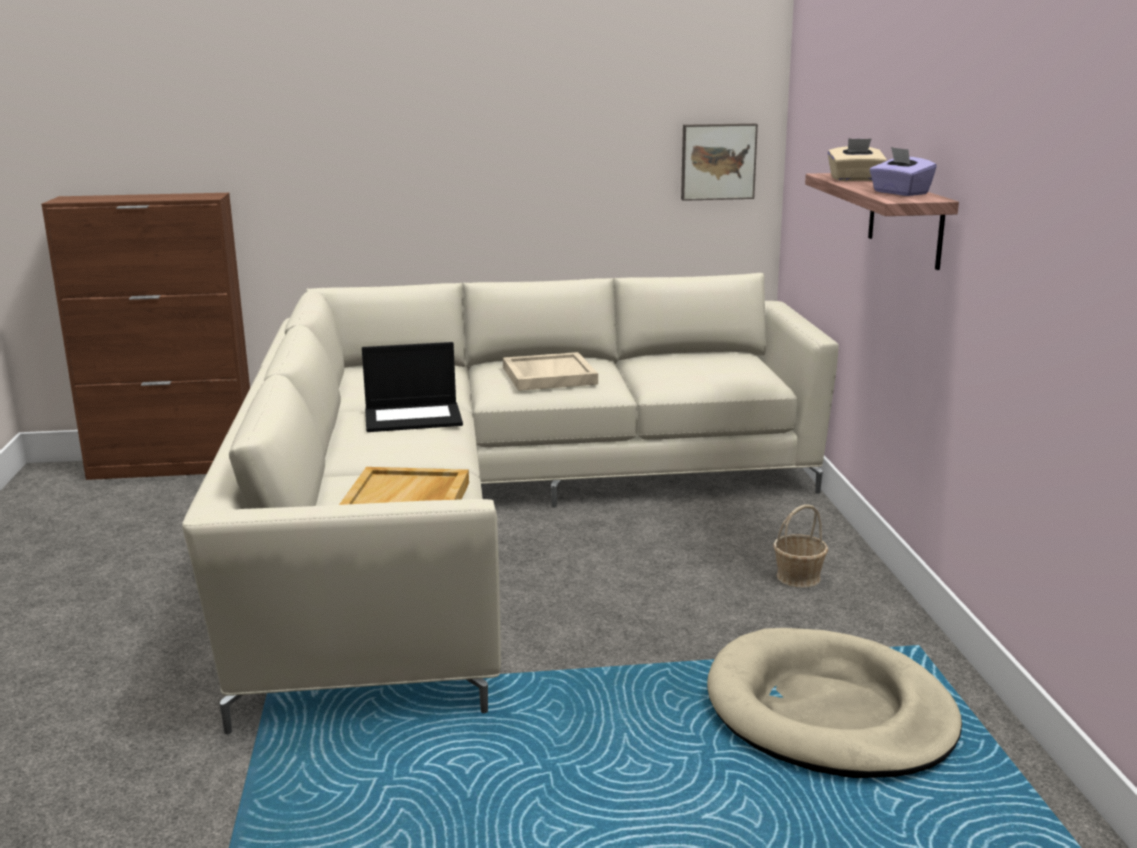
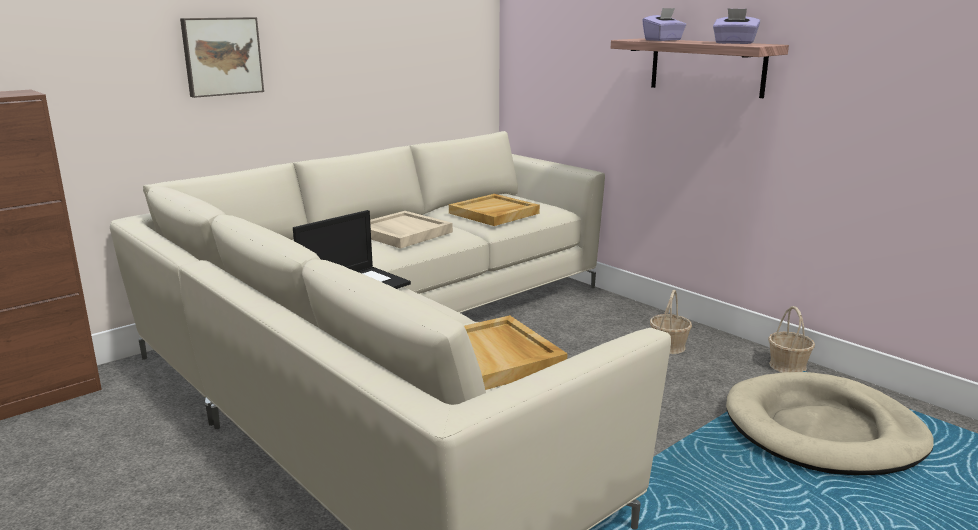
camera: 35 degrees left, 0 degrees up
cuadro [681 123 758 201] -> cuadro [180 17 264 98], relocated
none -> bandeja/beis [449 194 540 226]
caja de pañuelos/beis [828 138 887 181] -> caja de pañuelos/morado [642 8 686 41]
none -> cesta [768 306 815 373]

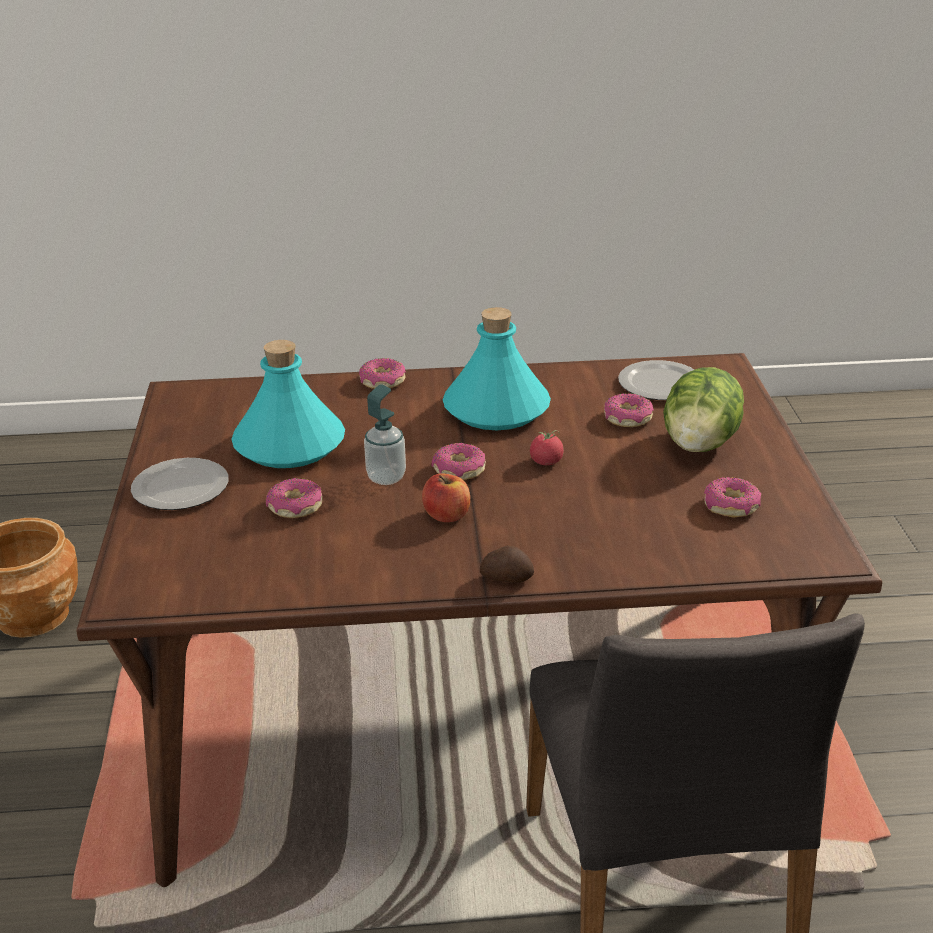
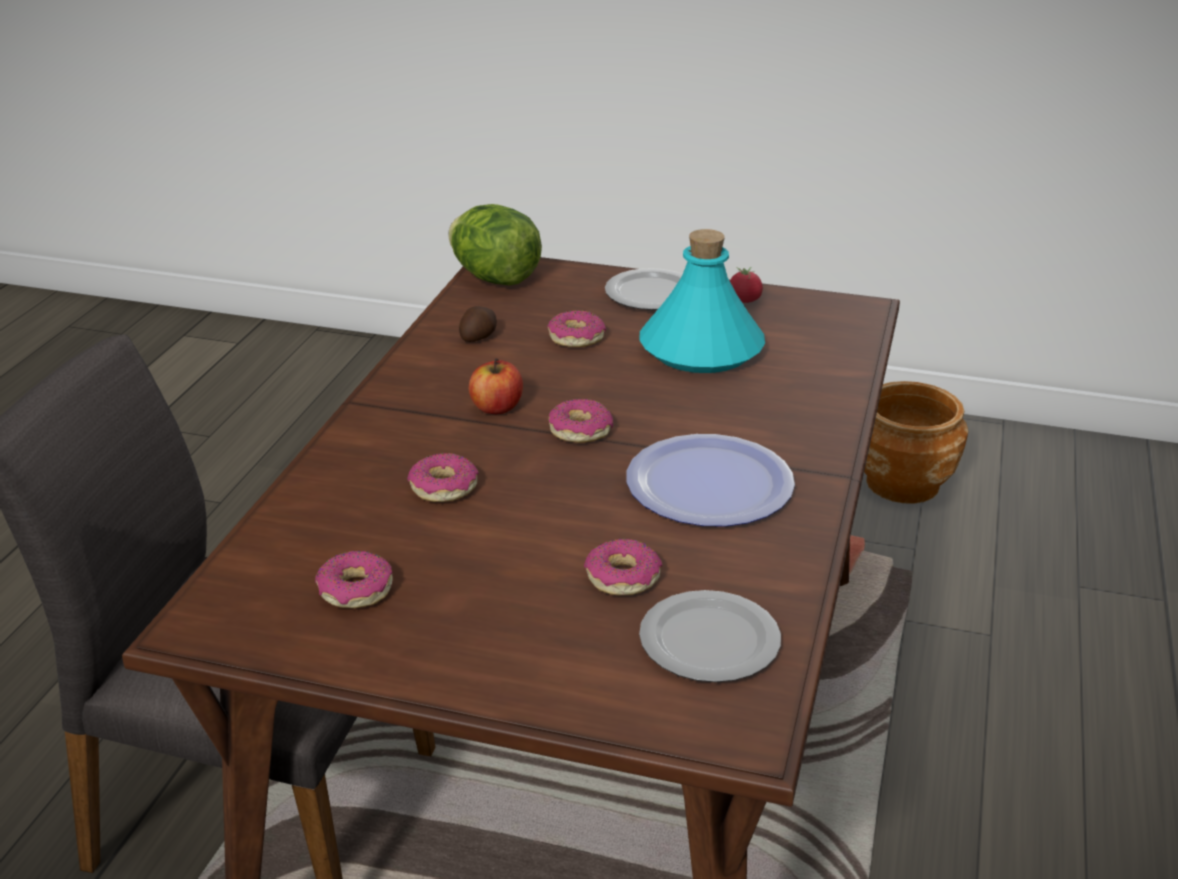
camera: 110 degrees right, 0 degrees up
rosquilla [359 358 406 389] -> rosquilla [407 453 479 502], relocated
lechuga [663 367 744 452] -> lechuga [448 204 542 286], relocated
patata [480 546 534 583] -> patata [459 306 497 342], relocated
botella/turquesa [443 307 551 430] -> plato [626 434 795 527]
tomate [530 430 564 465] -> tomate [730 267 763 303], relocated
dispensador de jabón [364 384 406 485] -> none

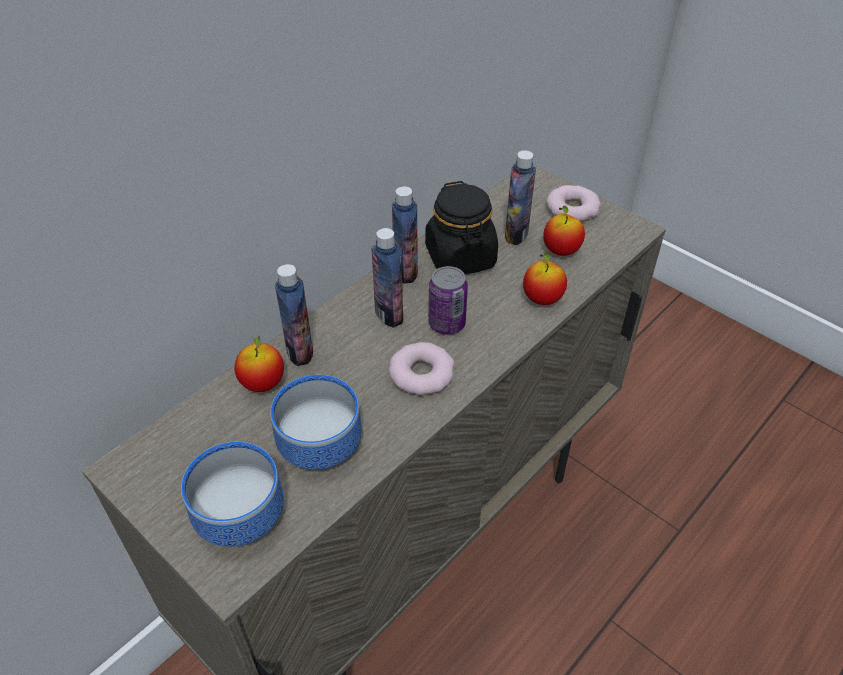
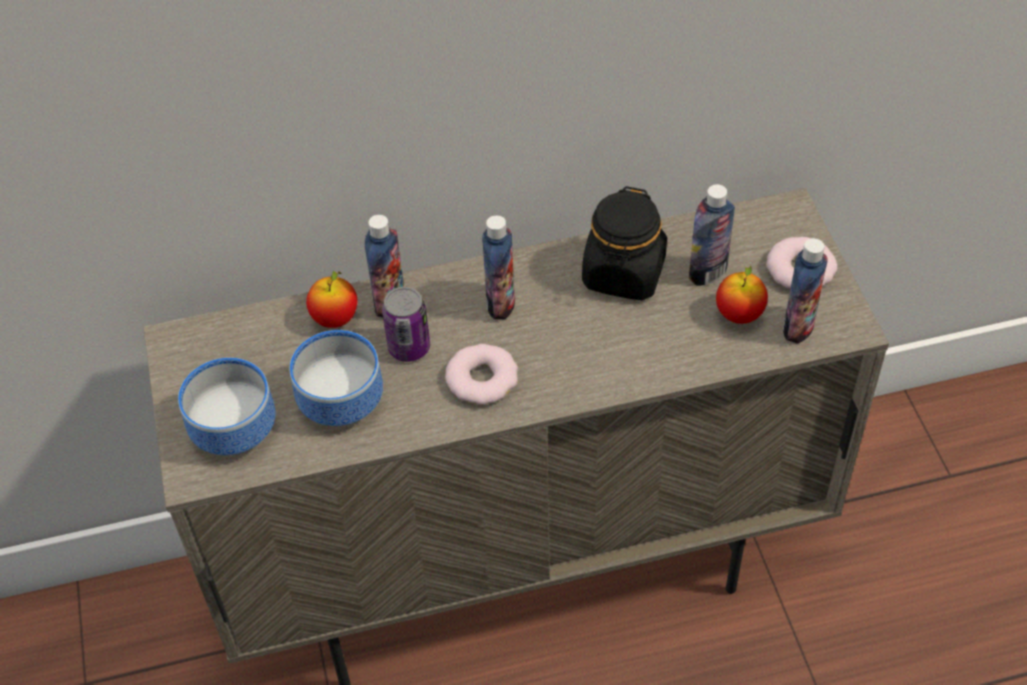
camera: 35 degrees right, 5 degrees up
lata [429 266 468 335] -> lata [382 287 430 362], relocated
botella [392 186 418 284] -> botella [783 238 827 344], relocated
manzana [523 252 567 305] -> none

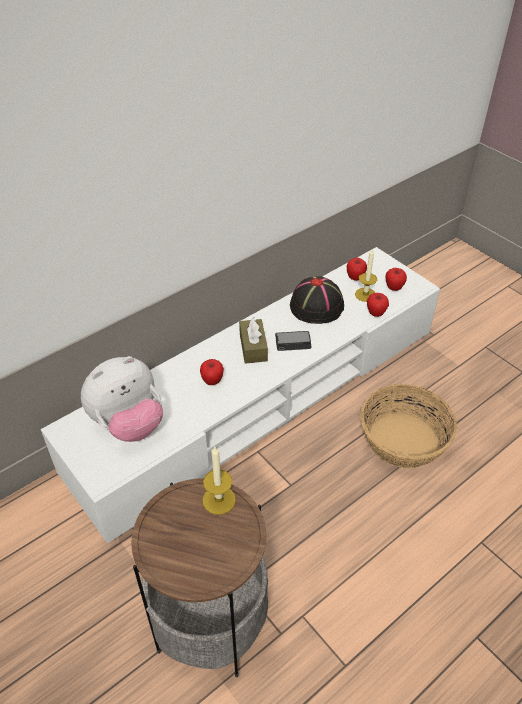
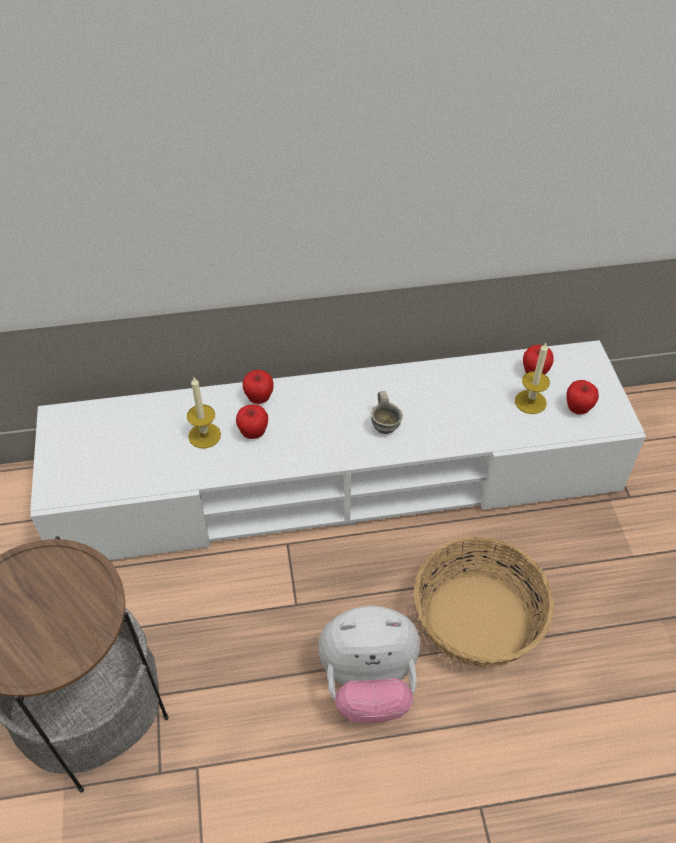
camera: 30 degrees right, 5 degrees up
vela [203 447 236 515] -> vela [187 377 221 448], relocated
manzana [367 293 389 317] -> manzana [242 370 274 404], relocated
peluche [81 356 163 442] -> peluche [318 606 420 723], relocated
móvil [275 331 312 351] -> taza grande/gris [371 391 403 434]
caja de pañuelos/marrón [239 318 268 364] -> none
sombrero/negro [290 276 344 324] -> none

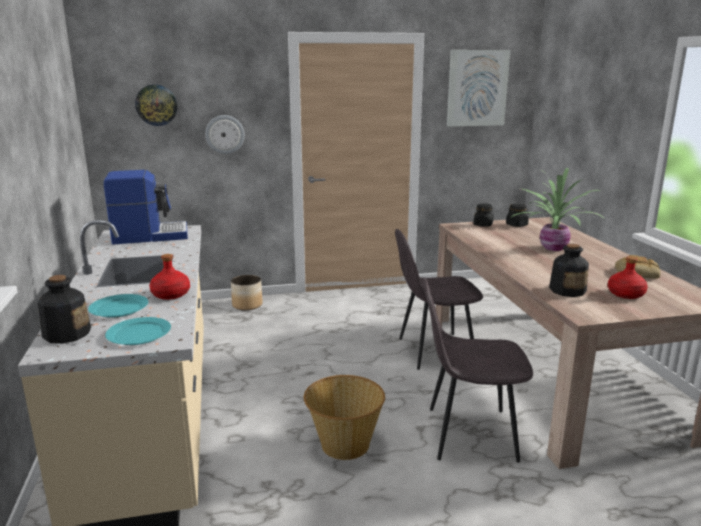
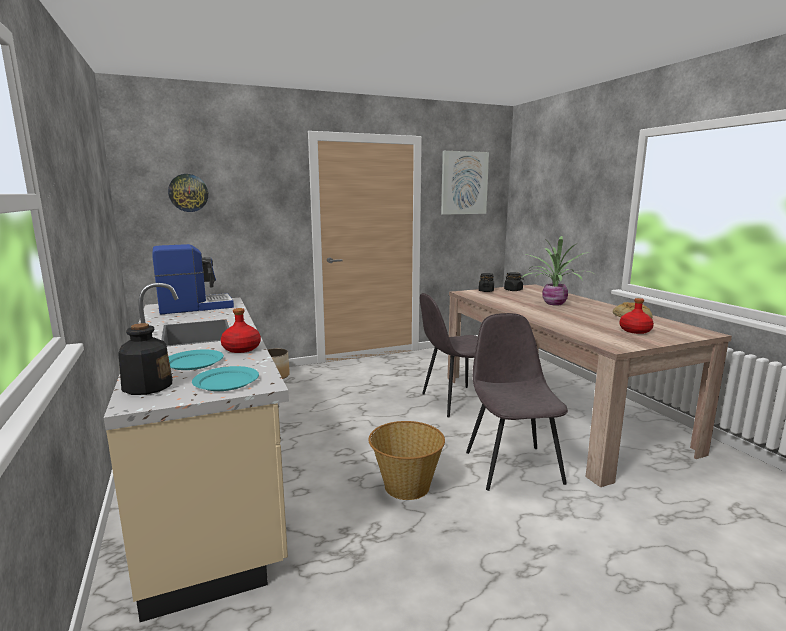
camera: 10 degrees left, 5 degrees down
silla/gris [423 277 533 463] -> silla/gris [466 313 568 491], 90 degrees clockwise
reloj de pared [205 115 245 154] -> none
botella [549 243 589 297] -> none

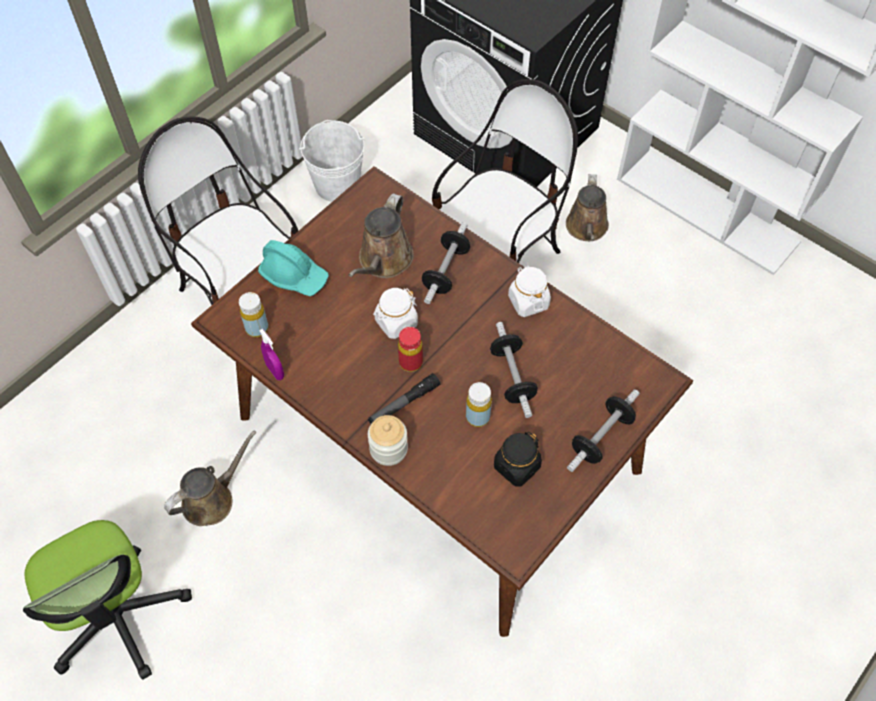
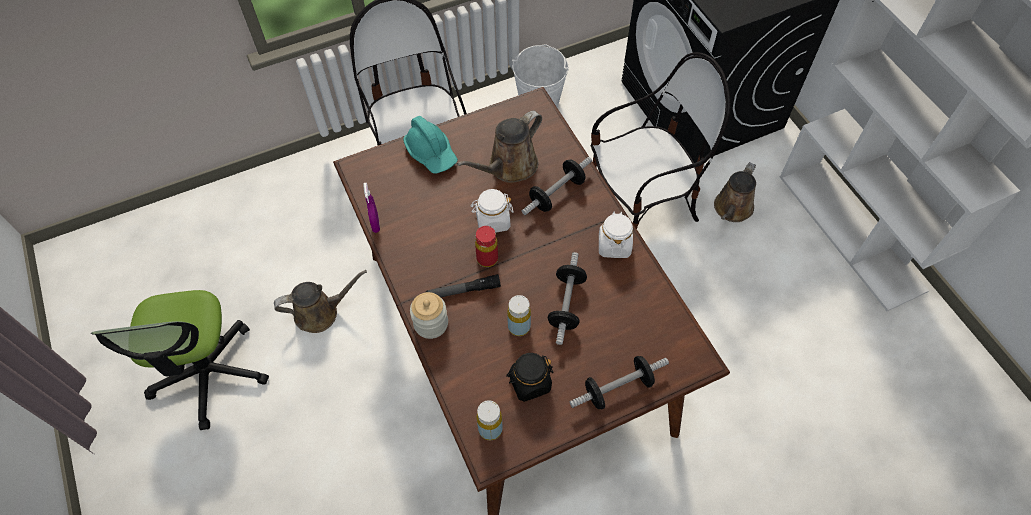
camera: 25 degrees right, 0 degrees up
botella/amarillo [239 292 268 337] -> botella/amarillo [477 400 503 440], relocated

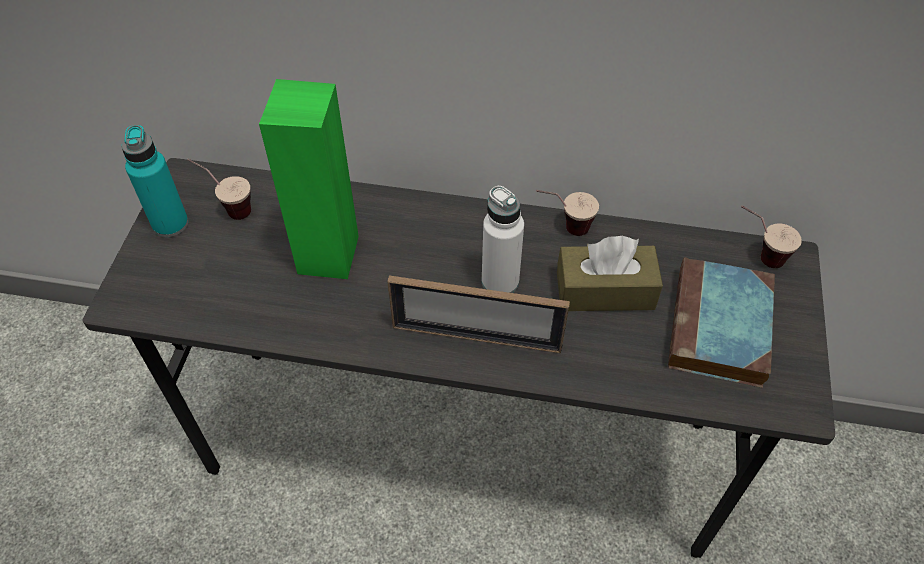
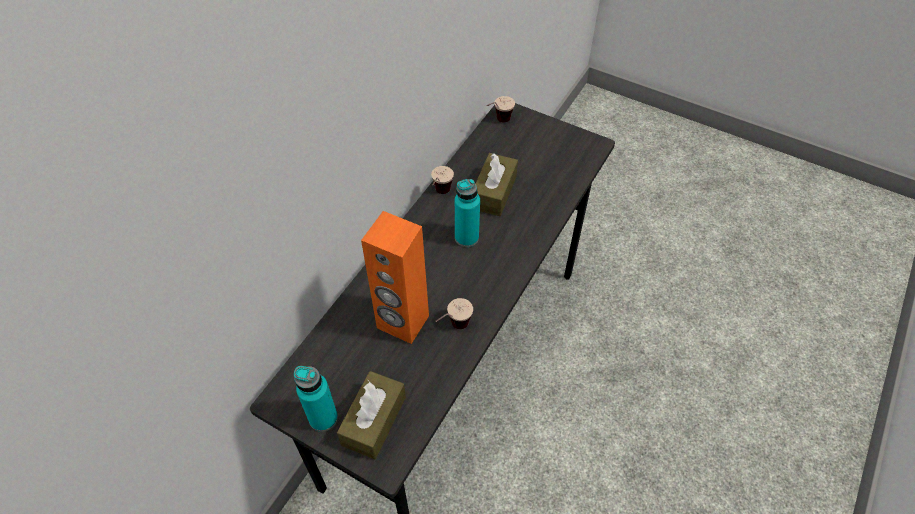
camera: 70 degrees left, 0 degrees up
none -> caja de pañuelos/marrón [337 371 406 459]
altavoz/verde [259 79 359 279] -> altavoz/naranja [361 211 429 344]
taza [187 159 251 220] -> taza [435 298 473 329], relocated
botella/blanco [482 186 524 293] -> botella/turquesa [455 179 480 247]
portarretratos [387 275 570 353] -> none
libro [668 257 775 388] -> none

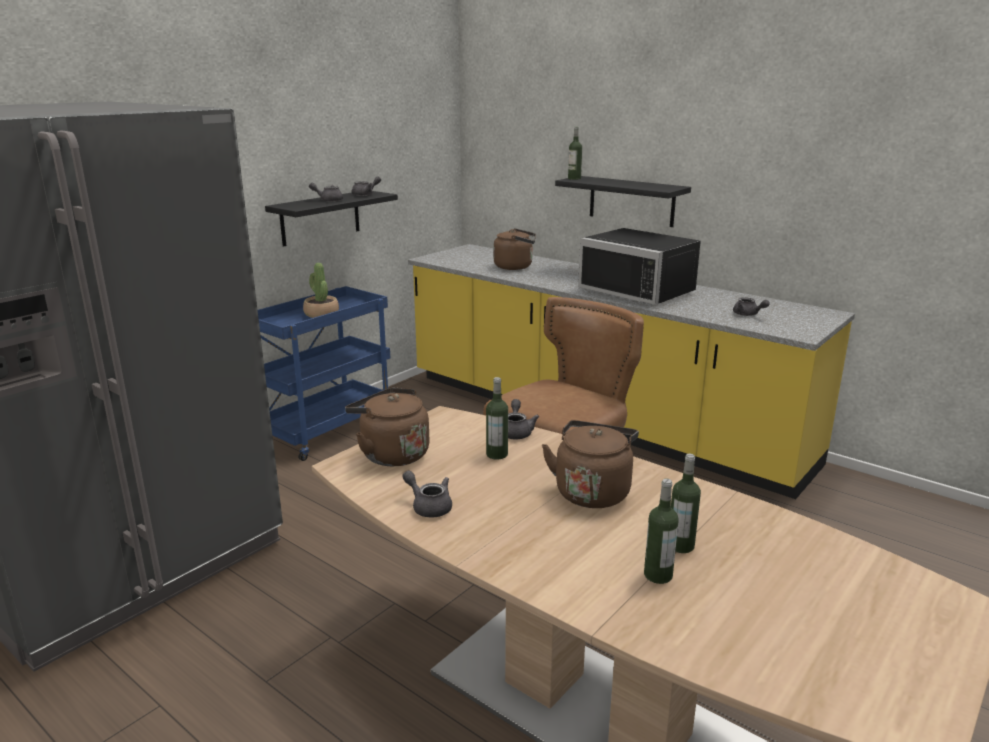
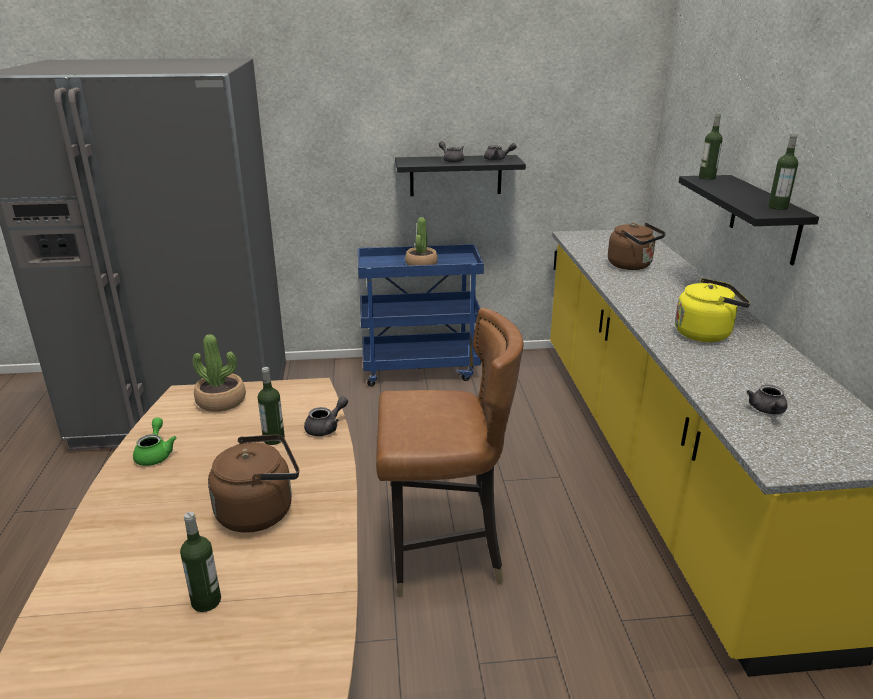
camera: 45 degrees right, 5 degrees up
tetera/gris [402 471 452 518] -> tetera/verde [133 418 176 466]
hervidor/marrón [345 388 430 466] -> planta en maceta [192 334 246 412]
microondas/negro [578 228 701 305] -> hervidor/amarillo [675 278 750 342]
botella [644 479 679 584] -> botella [768 133 798 210], relocated

